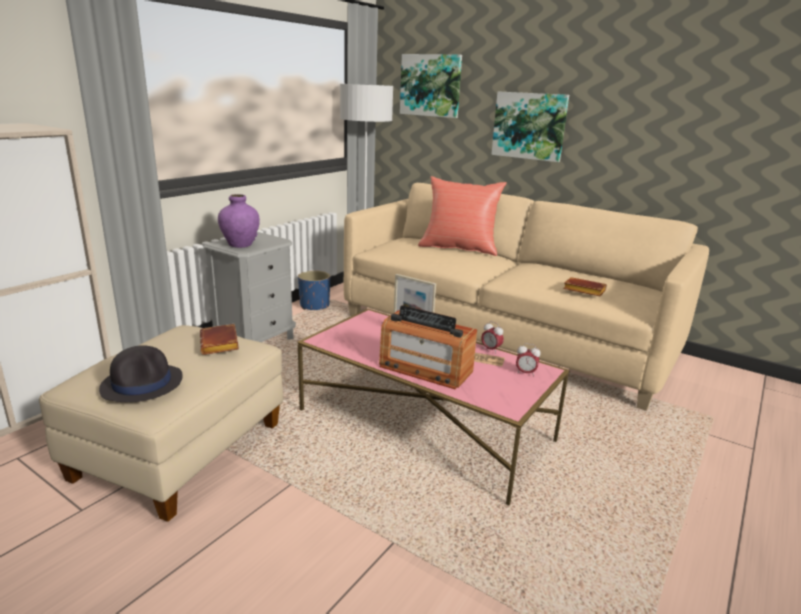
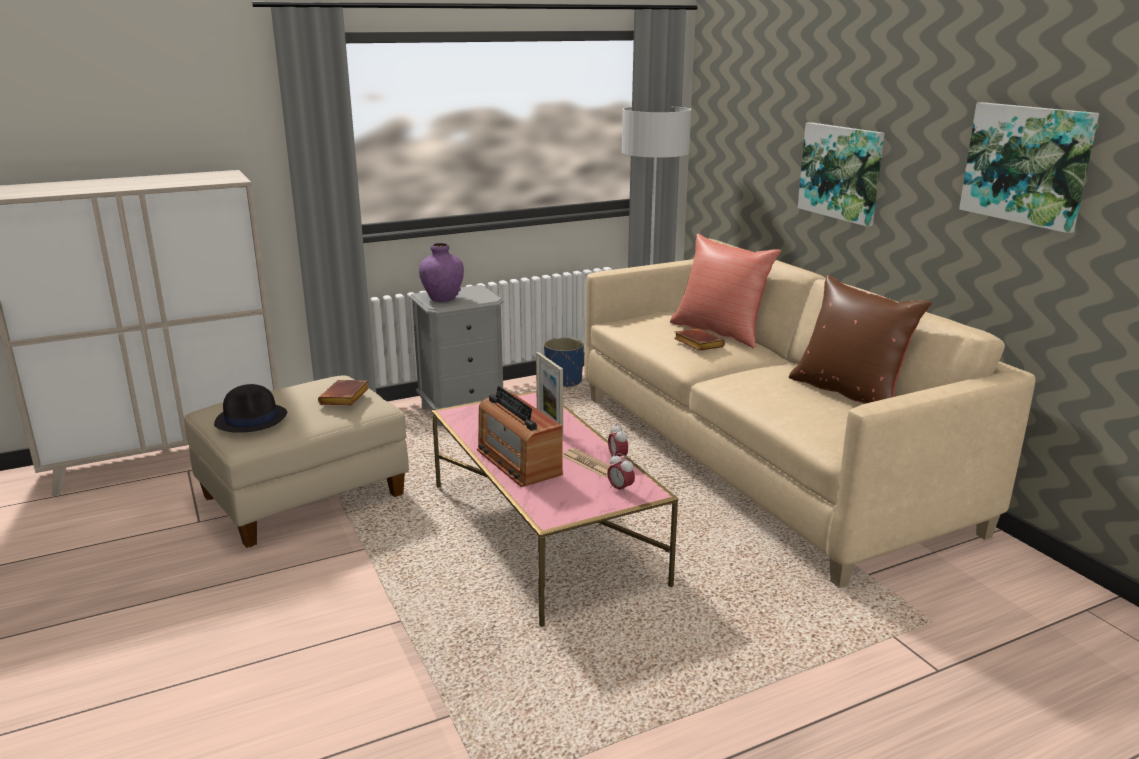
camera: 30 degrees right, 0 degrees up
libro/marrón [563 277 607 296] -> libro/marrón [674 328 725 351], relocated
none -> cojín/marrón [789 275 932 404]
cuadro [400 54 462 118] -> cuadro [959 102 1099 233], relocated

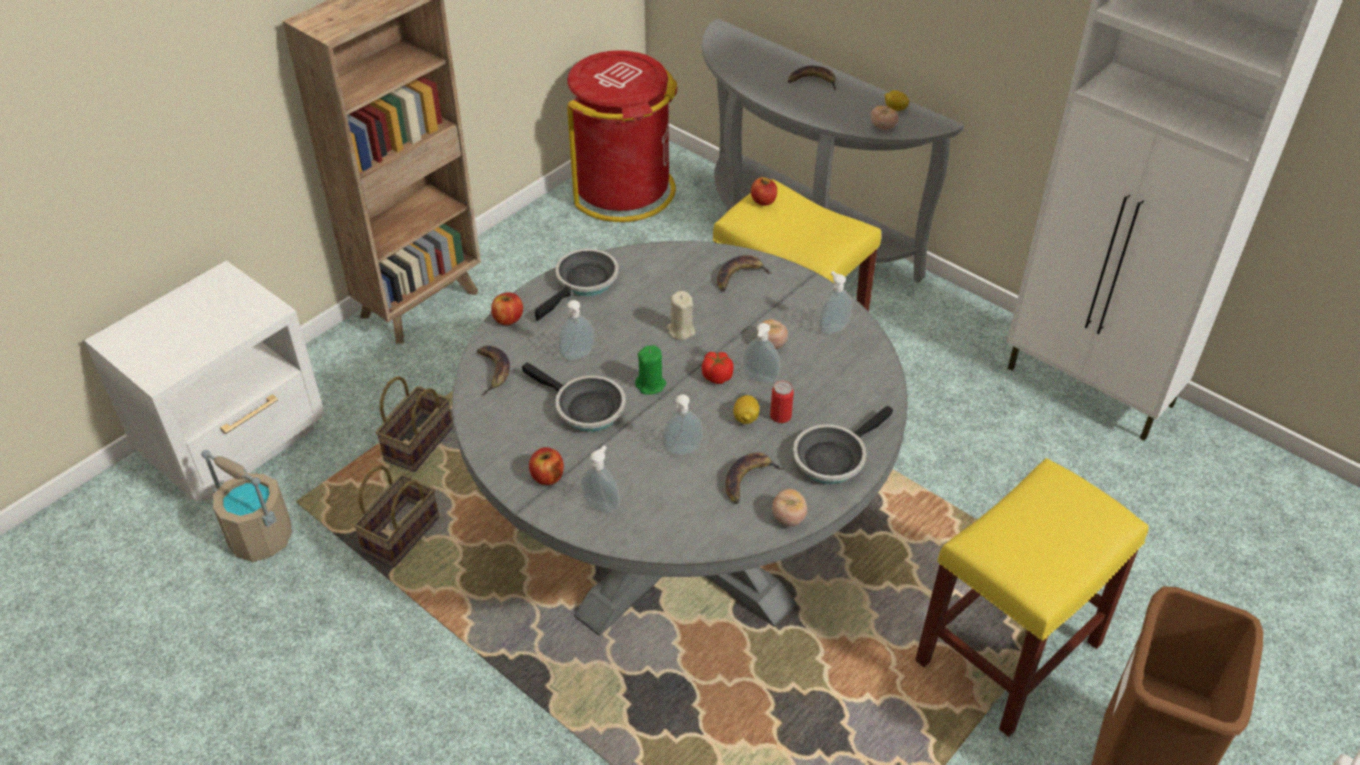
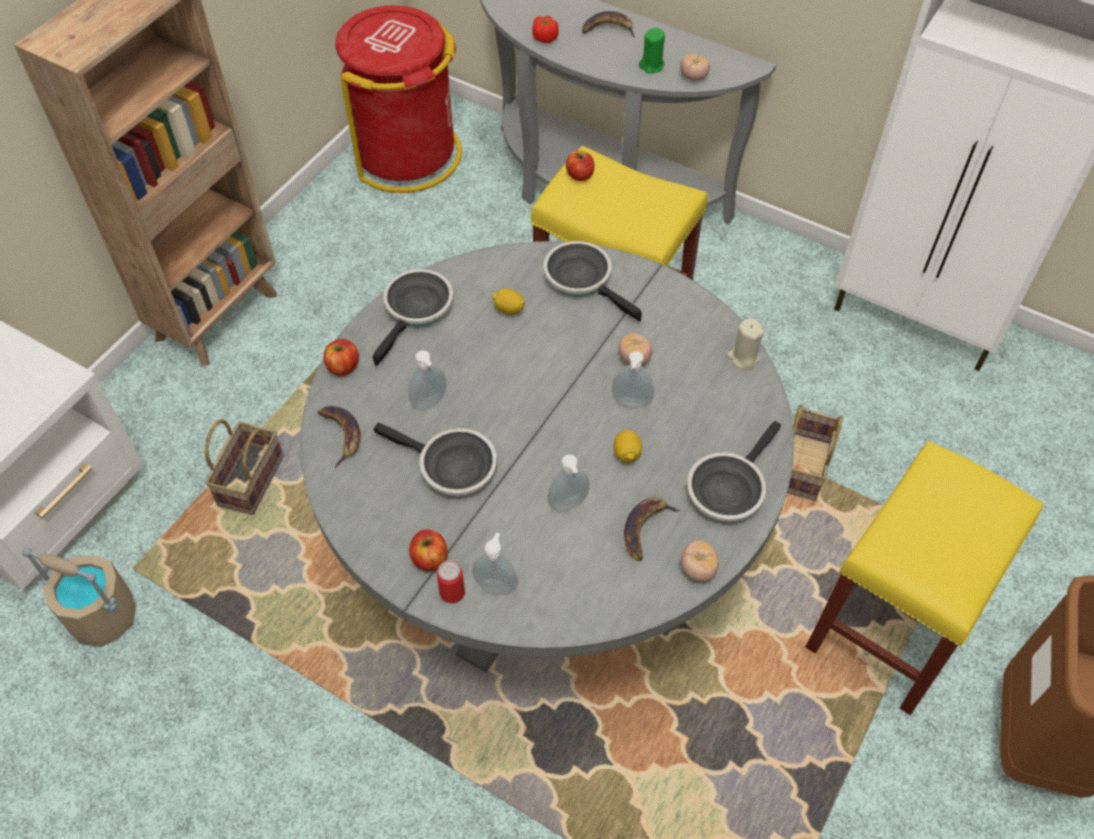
camera: 10 degrees left, 10 degrees up
lata [770 381 794 423] -> lata [437 560 465 603], relocated
limón [884 90 909 111] -> limón [492 288 525 315], relocated
tomate [702 352 734 384] -> tomate [532 16 559 43], relocated
plátano [717 255 772 291] -> sartén [543 241 642 322]
vela/verde [635 345 666 395] -> vela/verde [639 28 665 73], relocated
vela/beis [666 291 695 340] -> vela/beis [727 318 764 370], relocated
cesta [353 465 439 568] -> cesta [787 405 843 501], relocated
dispensador de jabón [819 271 852 335] -> none

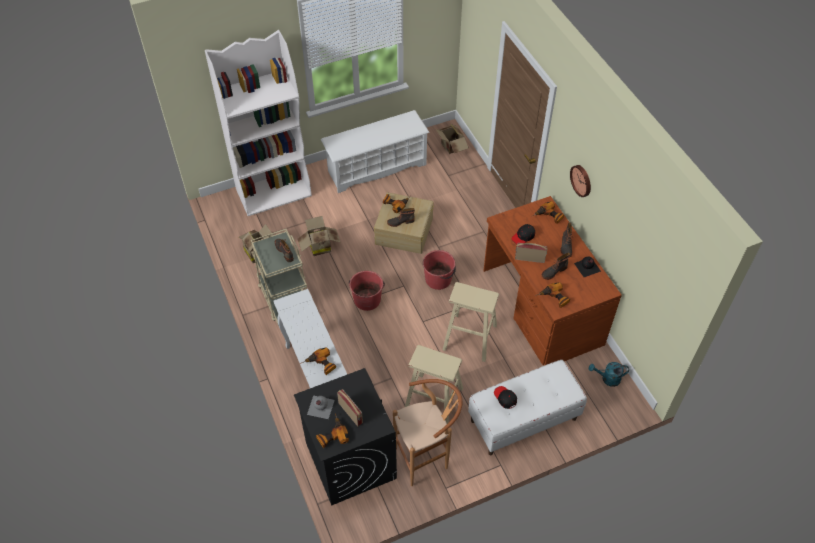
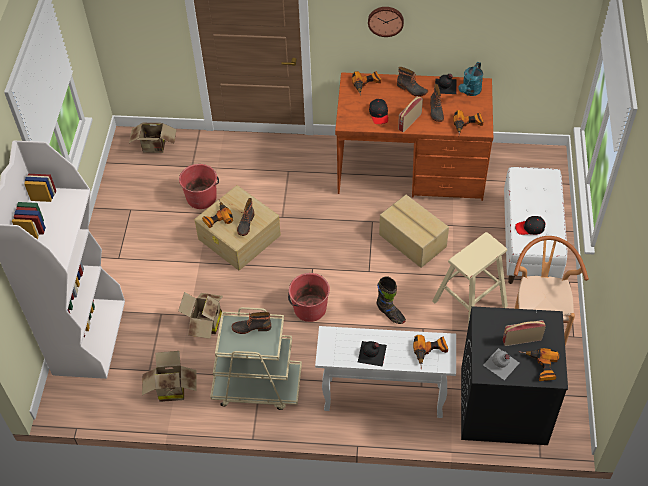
camera: 60 degrees left, 0 degrees up
cubo/rojo [423 250 456 290] -> cubo/rojo [179 164 219 209], relocated
none -> botella/negro [358 341 387 367]
none -> bota/negro [377 276 406 324]
taburete/beis [442 282 499 362] -> caja de cartón [379 195 449 268]
regadera/turquesa [589 362 629 387] -> regadera/turquesa [458 62 483 96], relocated
zapatero/blanco [321 110 430 193] -> none

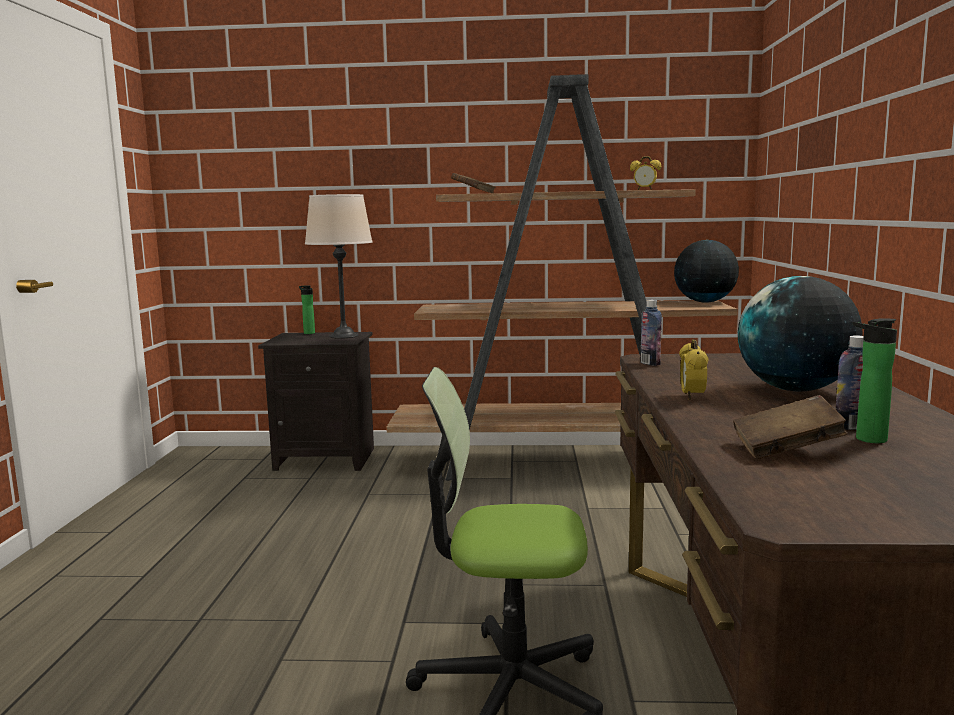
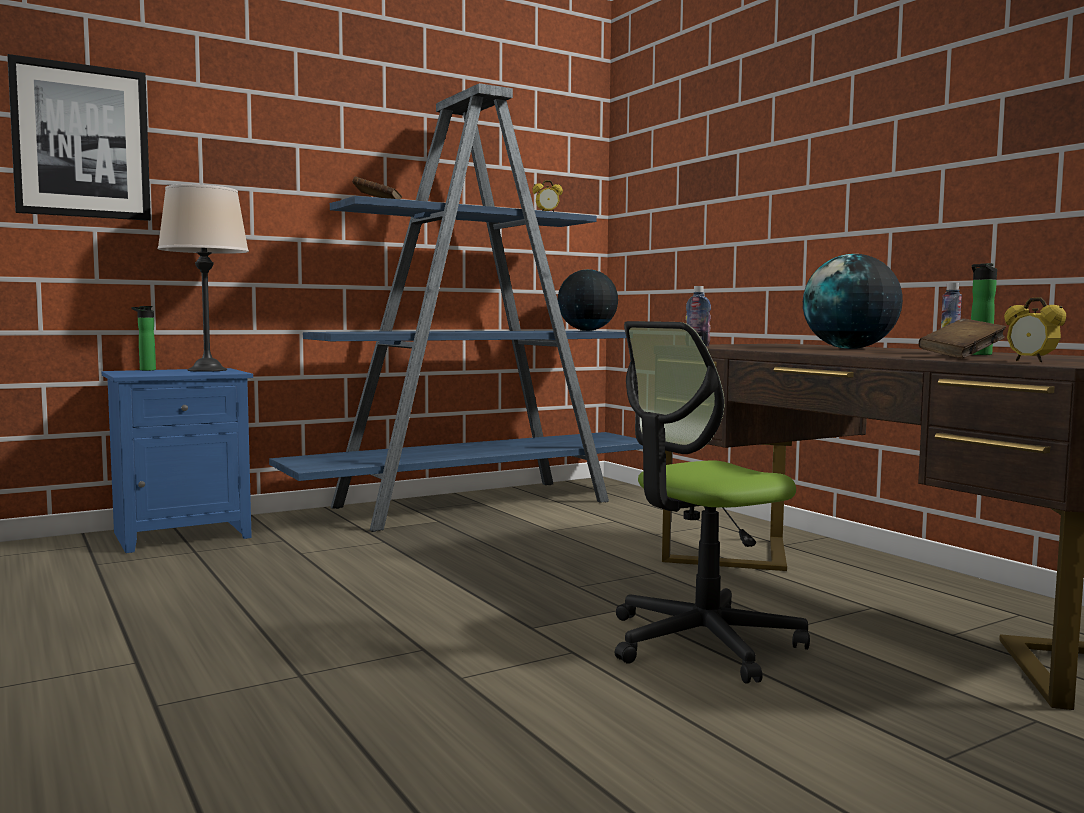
camera: 35 degrees left, 5 degrees down
none -> cuadro [7 54 151 221]
mesita de noche/negro [258 332 374 471] -> mesita de noche/azul [102 368 253 553]
estantería/marrón [387 74 738 481] -> estantería/azul [269 83 643 532]
despertador [679 339 709 400] -> despertador [1004 297 1066 362], relocated

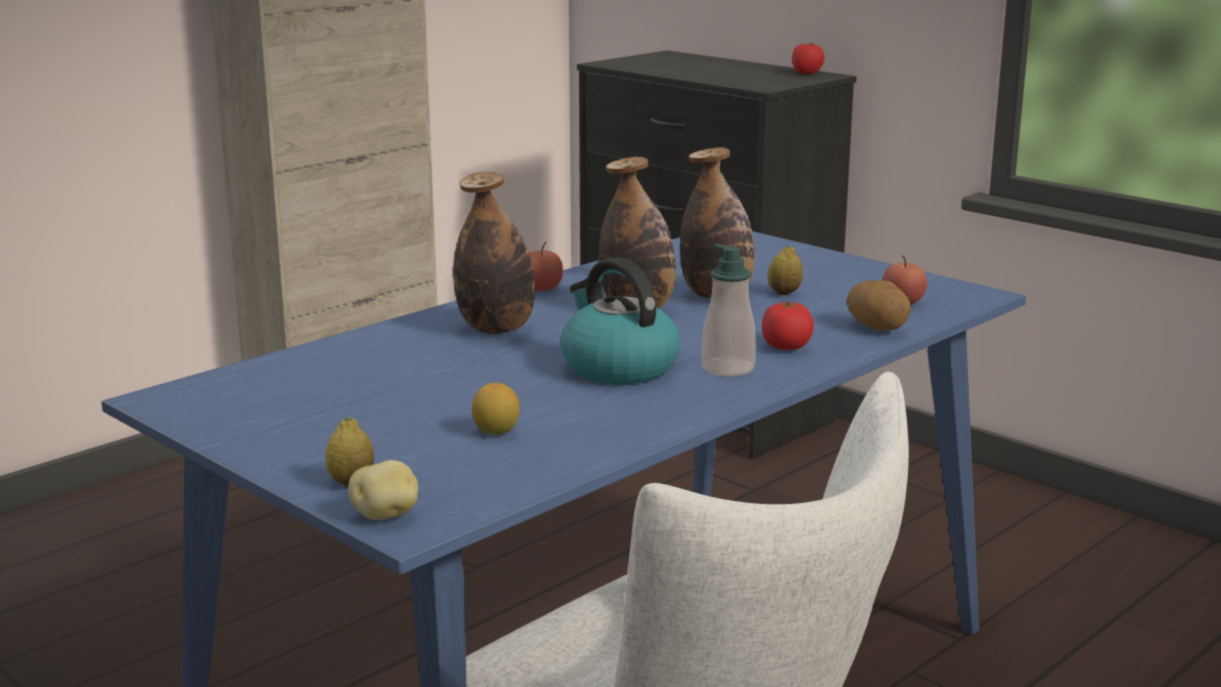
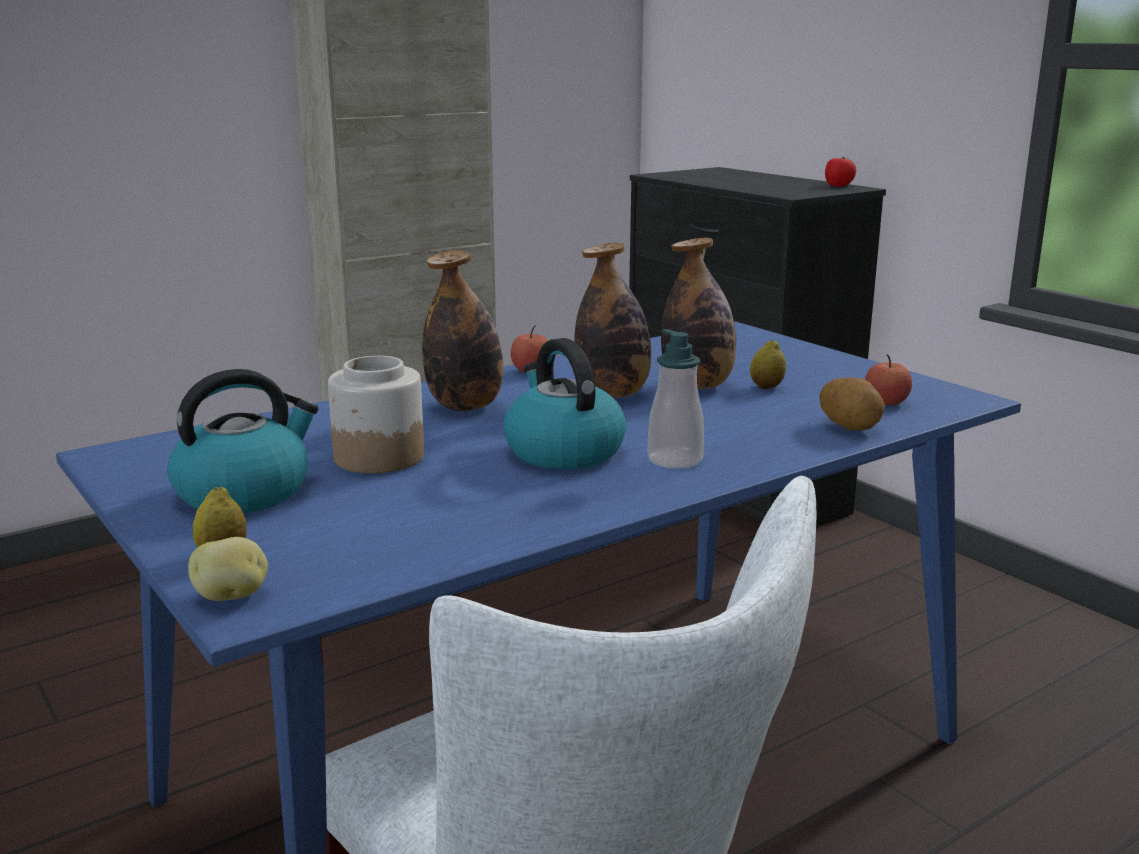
camera: 10 degrees right, 0 degrees up
none -> hervidor [168 369 319 513]
none -> tarro [328 356 424 474]
limón [472 383 520 435] -> none
tomate [762 301 814 350] -> none

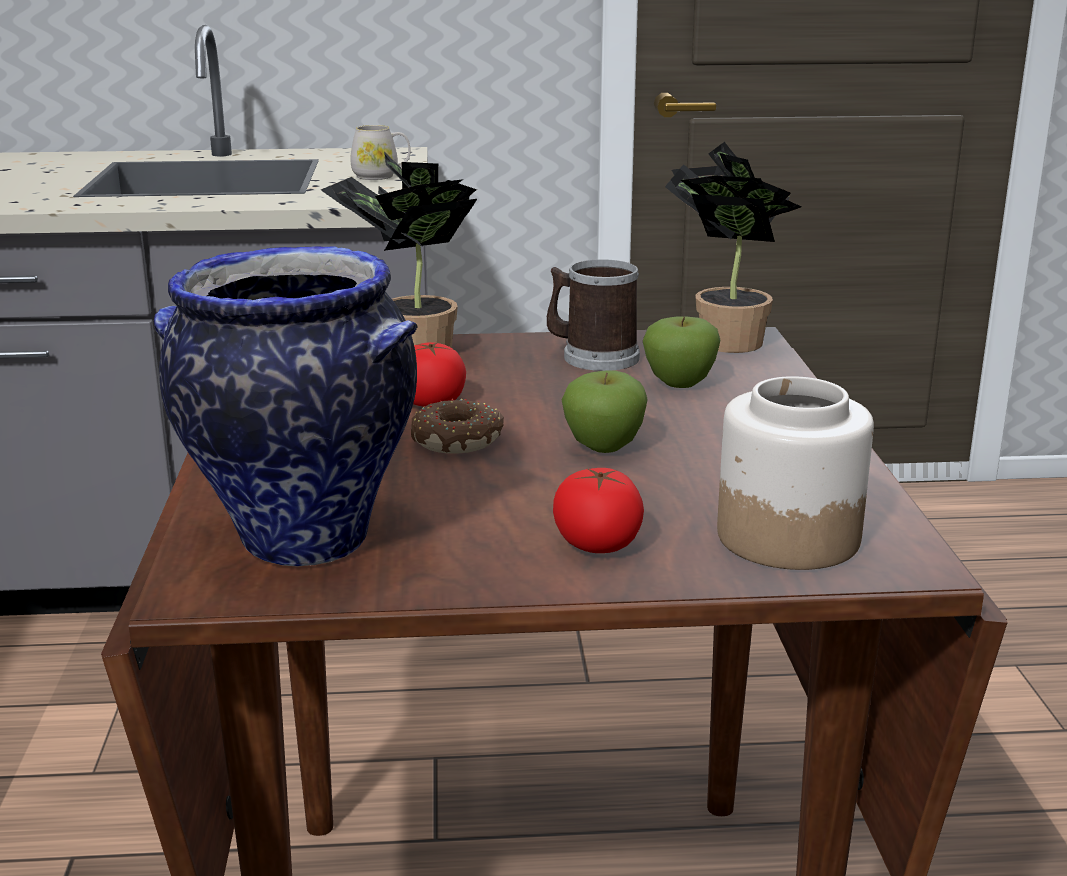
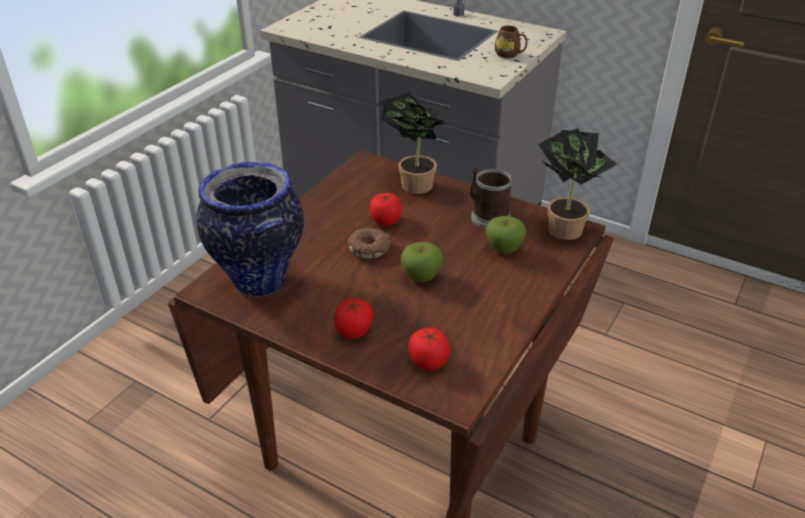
camera: 35 degrees right, 15 degrees up
tarro [717 376 874 570] -> tomate [408 328 450 370]
taza grande/blanco [350 125 411 180] -> taza grande/marrón [495 25 527 58]

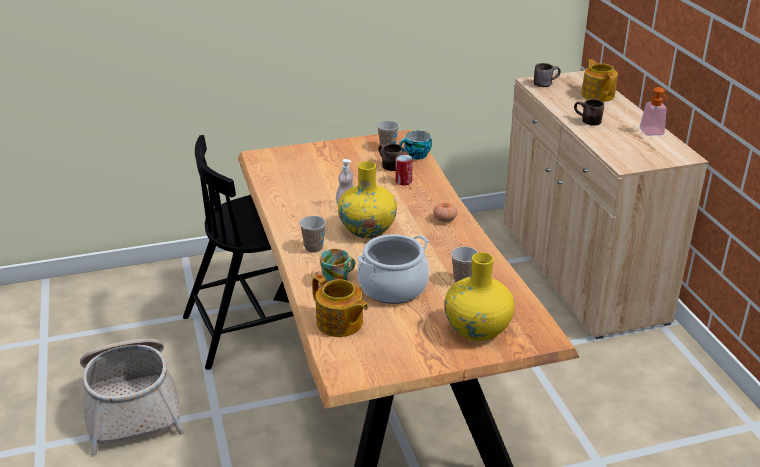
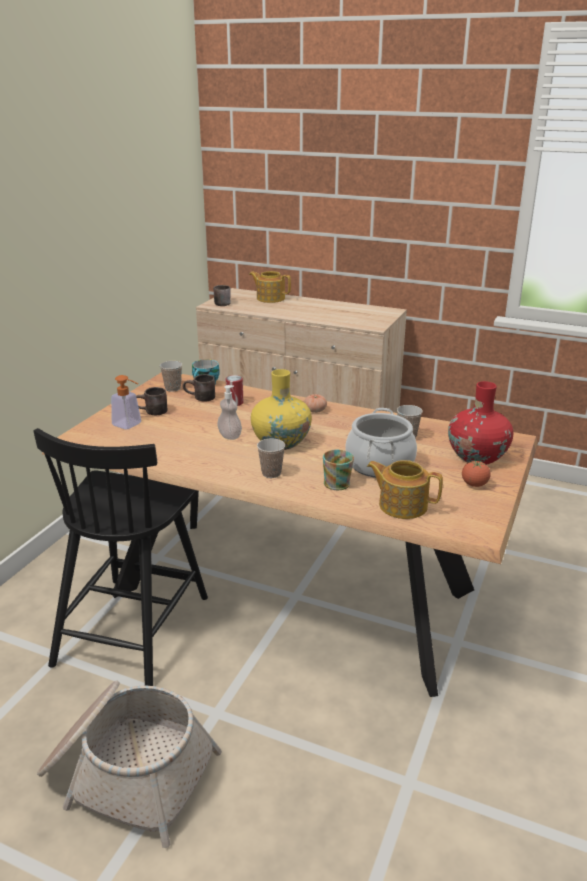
camera: 50 degrees left, 5 degrees down
dispensador de jabón [640 87 667 136] -> dispensador de jabón [111 375 141 430], relocated
taza grande/marrón [574 99 604 126] -> taza grande/marrón [136 387 167 415], relocated
tetera [312 275 368 337] -> tetera [367 460 443 519], 150 degrees counterclockwise
florero/amarillo [444 252 515 341] -> florero/rojo [448 381 513 465]
none -> tomate [462 460 491 487]

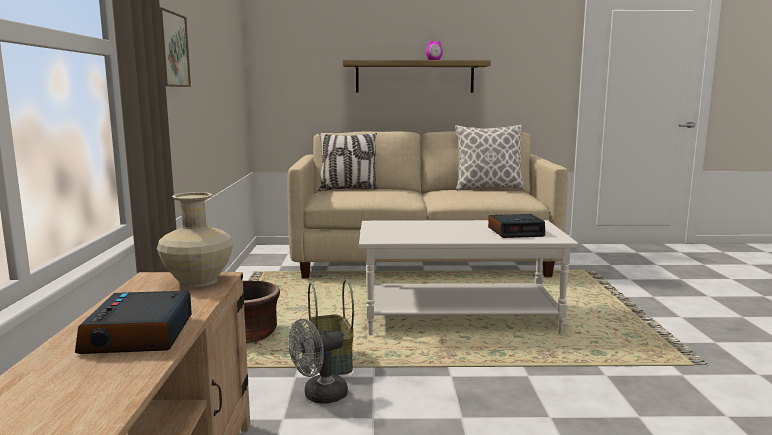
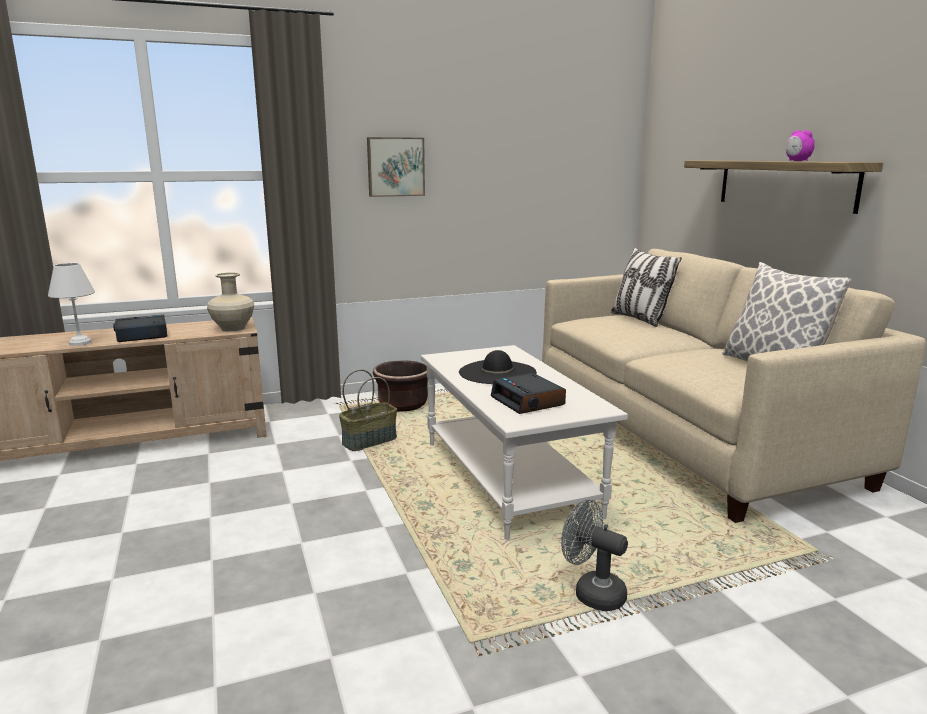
camera: 70 degrees right, 5 degrees up
none -> lámpara de mesa/blanco [48 263 95 346]
none -> sombrero/negro [459 350 537 384]
ventilador/gris [288 319 348 404] -> ventilador/gris [561 499 628 611], relocated

